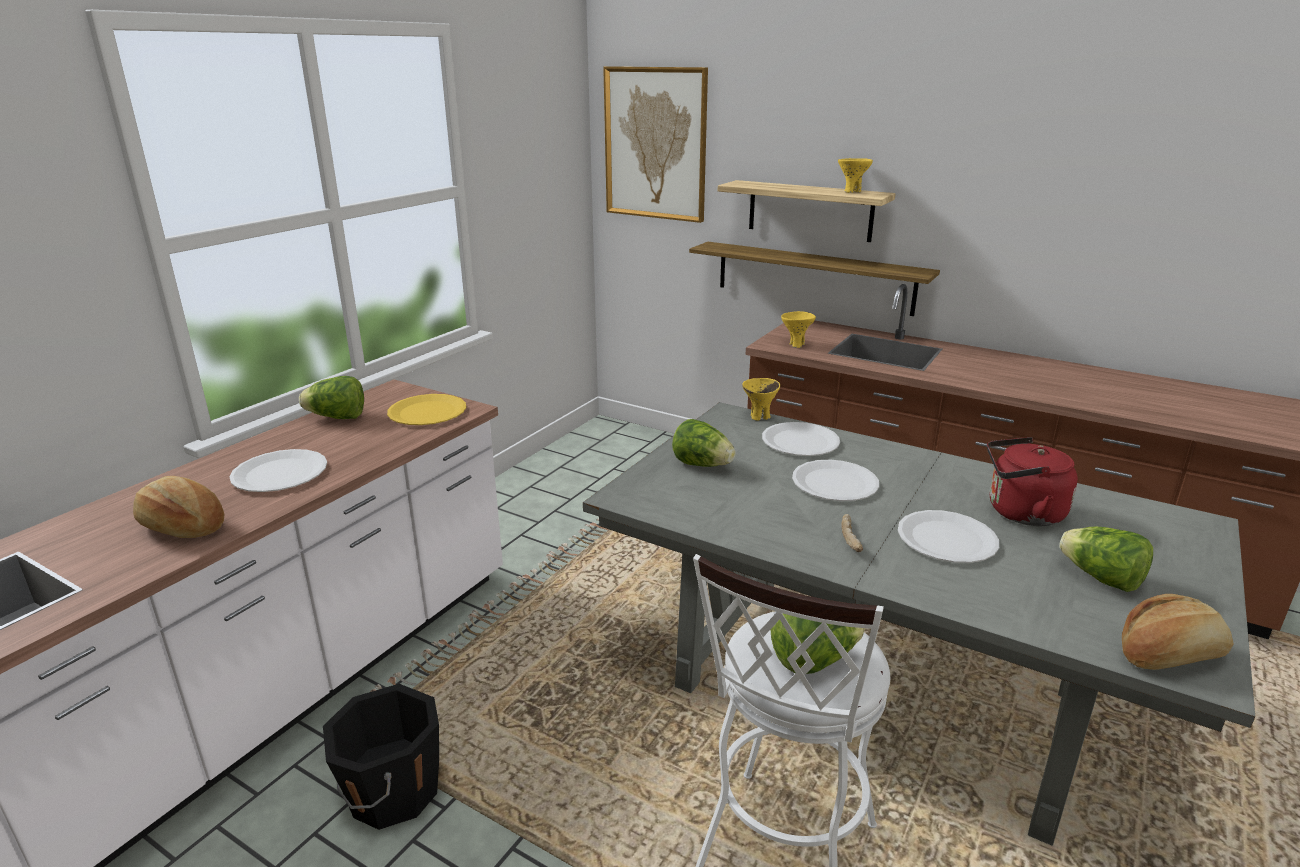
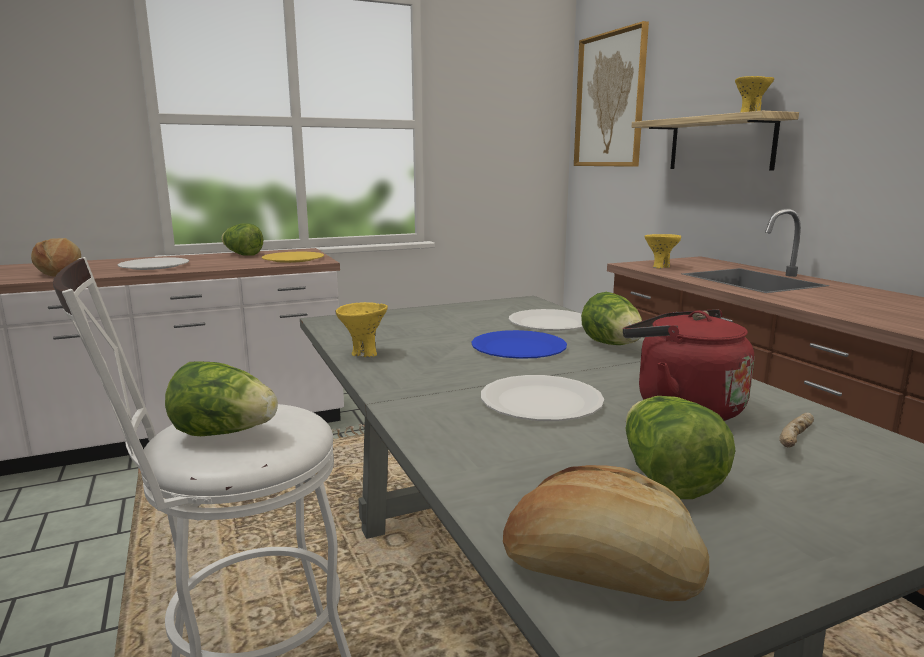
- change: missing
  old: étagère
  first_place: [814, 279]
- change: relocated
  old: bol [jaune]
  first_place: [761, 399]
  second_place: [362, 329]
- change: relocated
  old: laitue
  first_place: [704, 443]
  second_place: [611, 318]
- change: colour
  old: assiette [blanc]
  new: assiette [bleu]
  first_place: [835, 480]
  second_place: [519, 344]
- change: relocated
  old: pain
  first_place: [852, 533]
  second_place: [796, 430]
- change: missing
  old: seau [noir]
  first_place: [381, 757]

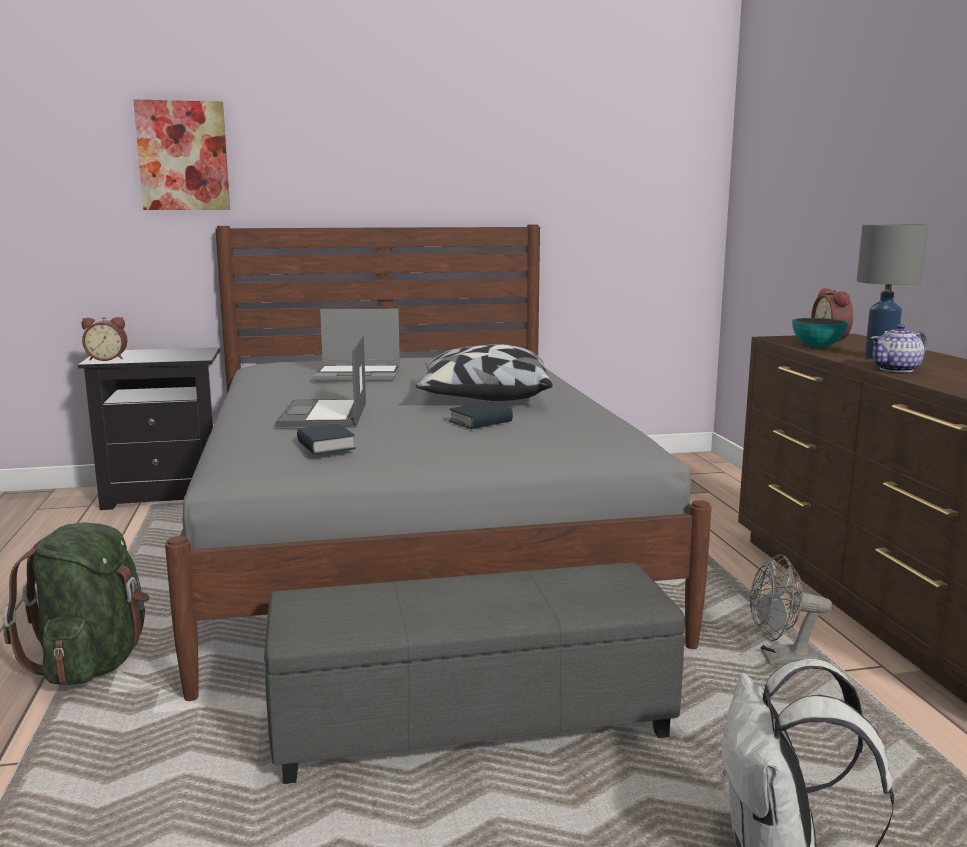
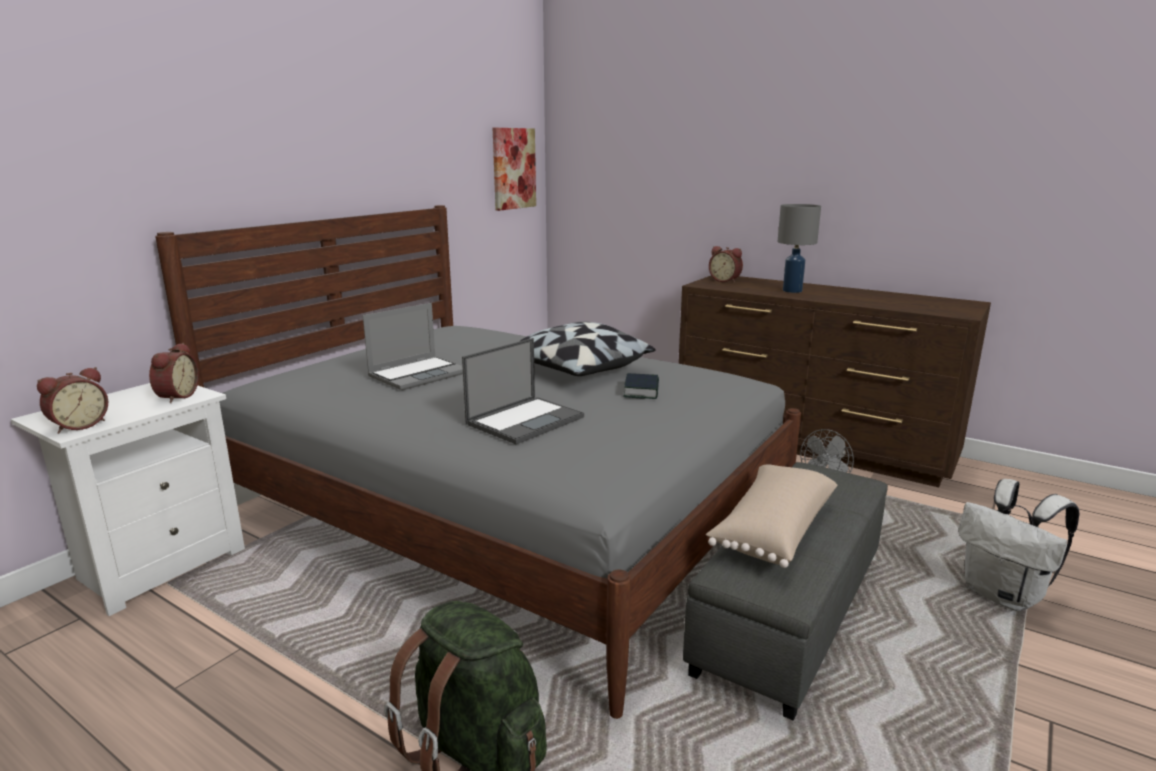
- change: relocated
  old: tableau
  first_place: [181, 154]
  second_place: [514, 169]
- change: missing
  old: bol
  first_place: [820, 332]
- change: missing
  old: théière
  first_place: [899, 348]
- change: spun
  old: ordinateur portable
  first_place: [320, 381]
  second_place: [523, 391]
  degrees: -90
- change: colour
  old: table de chevet [noir]
  new: table de chevet [blanc]
  first_place: [149, 428]
  second_place: [128, 499]
- change: missing
  old: livre
  first_place: [326, 439]
- change: appeared
  new: réveil
  second_place: [174, 373]
- change: appeared
  new: coussin [beige]
  second_place: [771, 516]

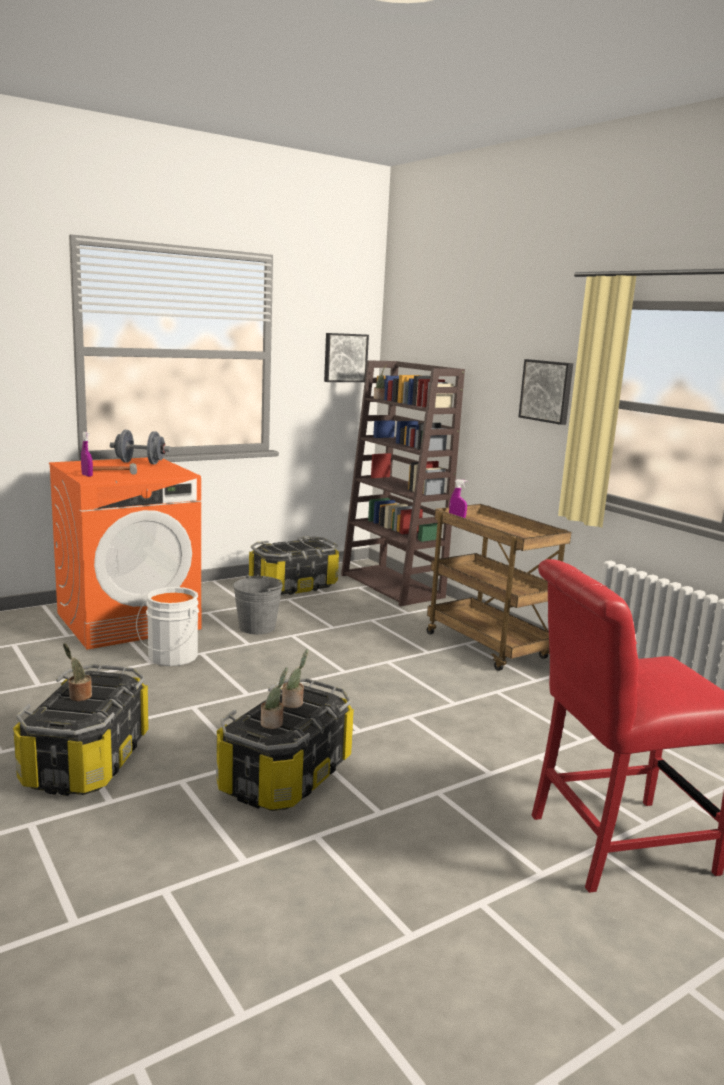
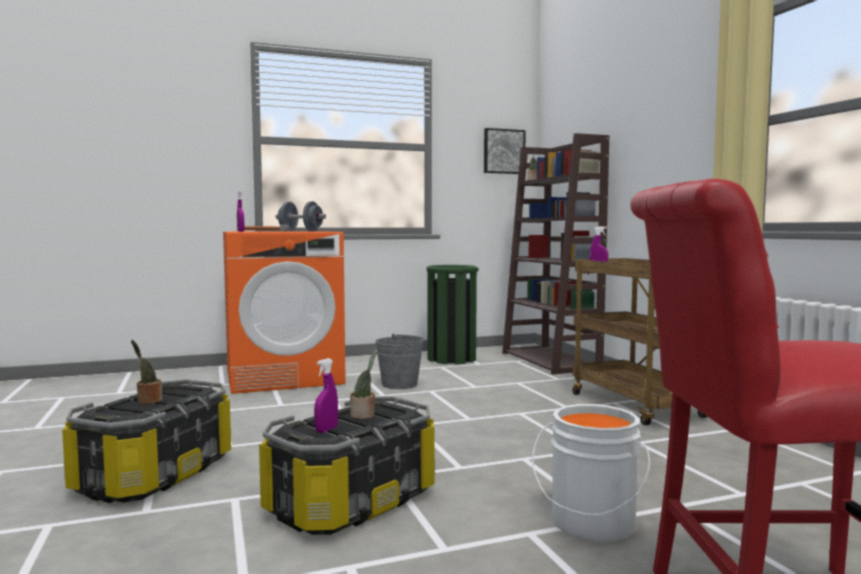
- change: missing
  old: tableau
  first_place: [546, 392]
- change: exchanged
  old: boîte de rangement
  new: poubelle [vert]
  first_place: [294, 565]
  second_place: [452, 314]
- change: relocated
  old: seau [blanc]
  first_place: [167, 626]
  second_place: [591, 473]
- change: exchanged
  old: plante en pot
  new: vaporisateur [violet]
  first_place: [274, 698]
  second_place: [326, 395]

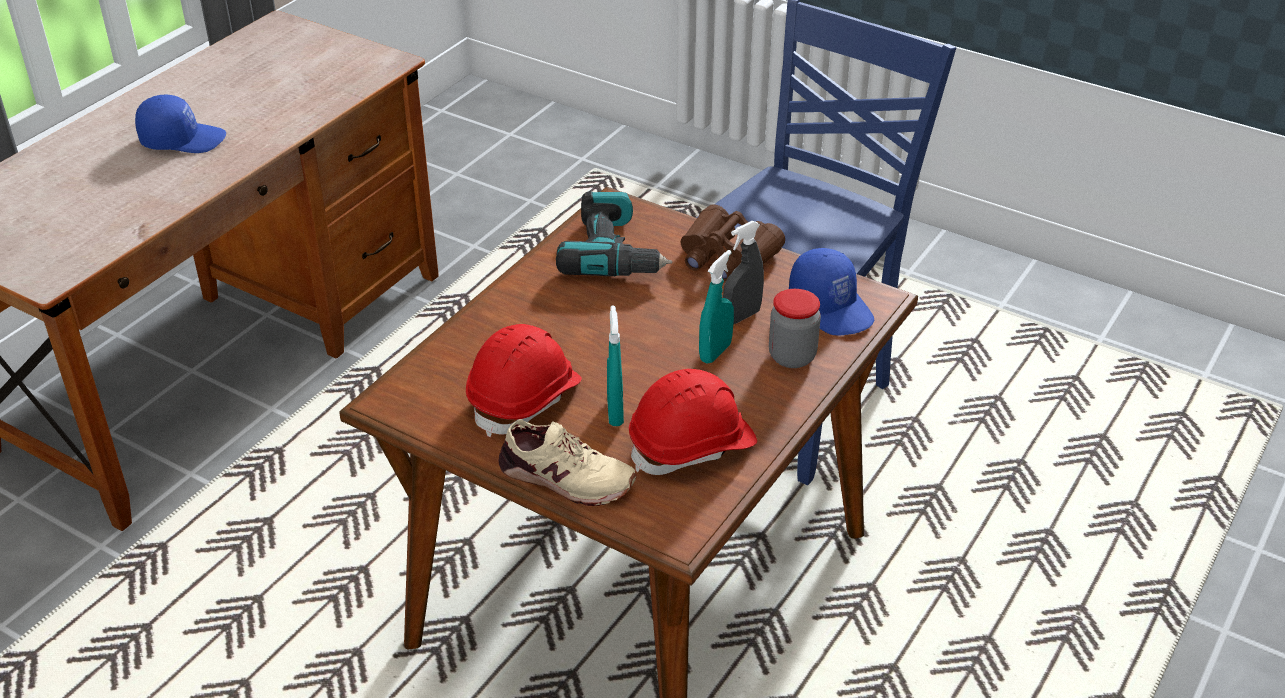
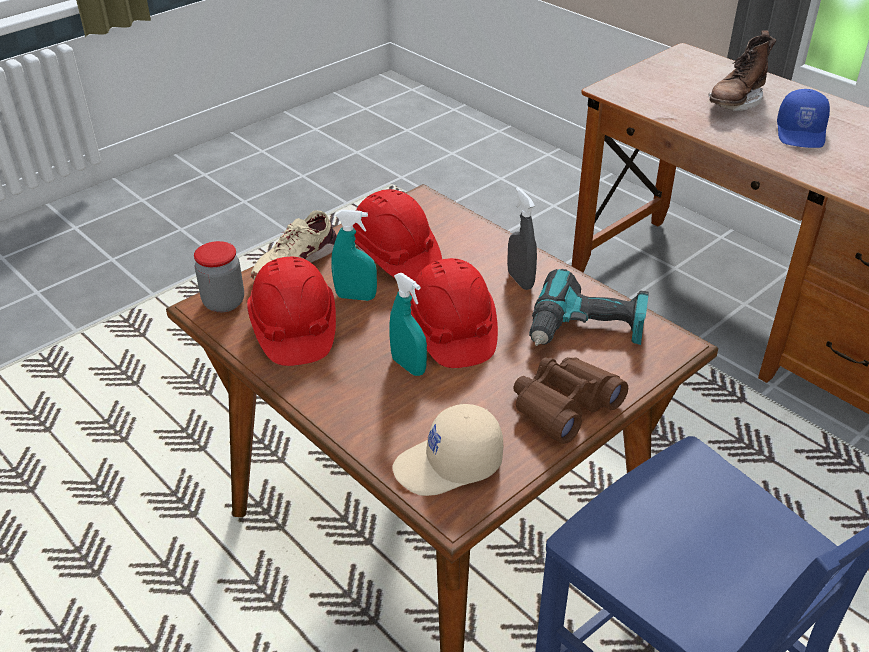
- change: relocated
  old: vaporisateur [gris]
  first_place: [743, 272]
  second_place: [522, 238]
- change: colour
  old: casquette [bleu]
  new: casquette [beige]
  first_place: [831, 292]
  second_place: [448, 450]
- change: relocated
  old: bocal
  first_place: [795, 328]
  second_place: [219, 277]
- change: appeared
  new: botte [marron]
  second_place: [742, 70]
- change: appeared
  new: casque de chantier [rouge]
  second_place: [454, 313]

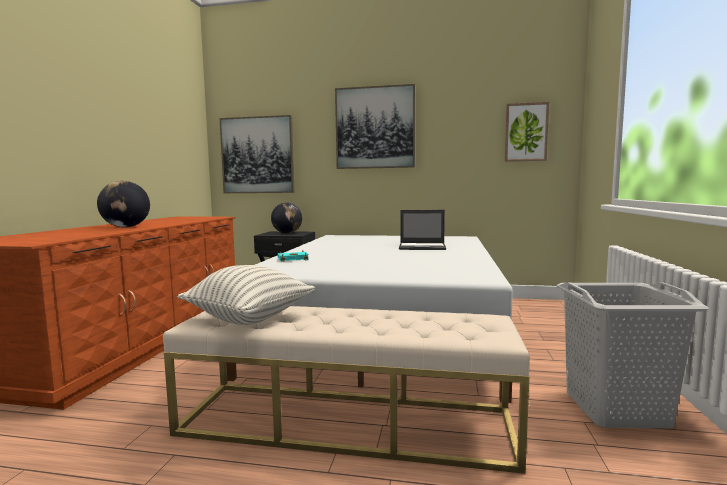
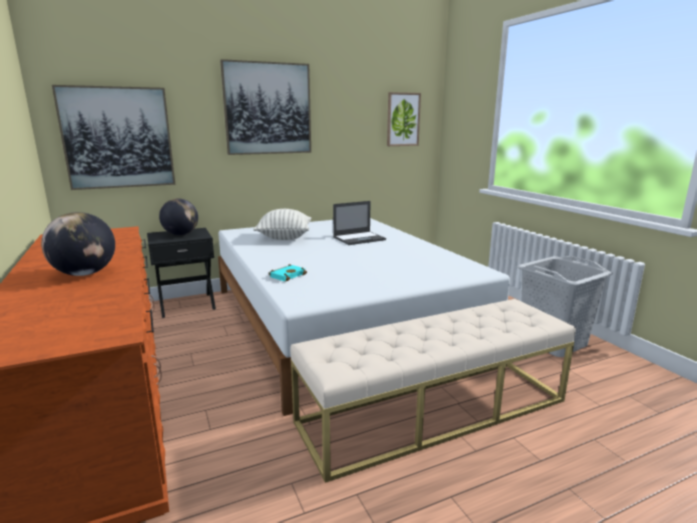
- change: relocated
  old: coussin
  first_place: [246, 295]
  second_place: [282, 224]

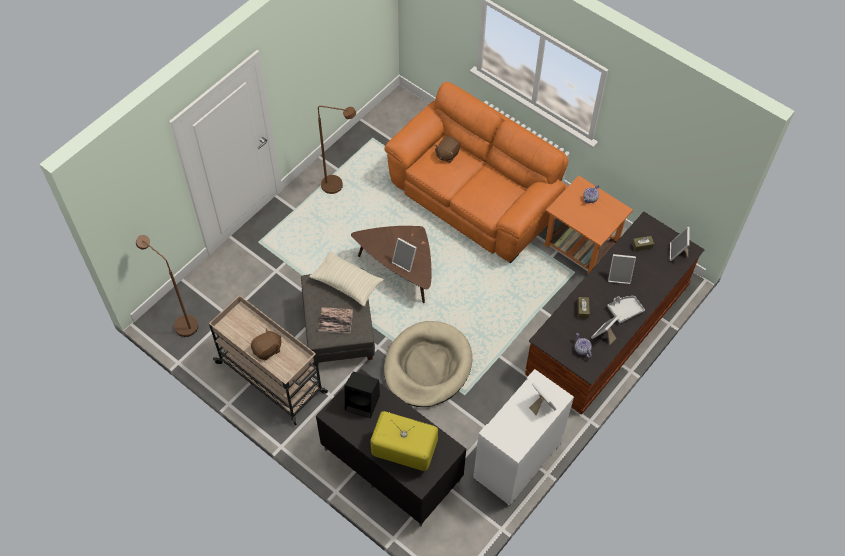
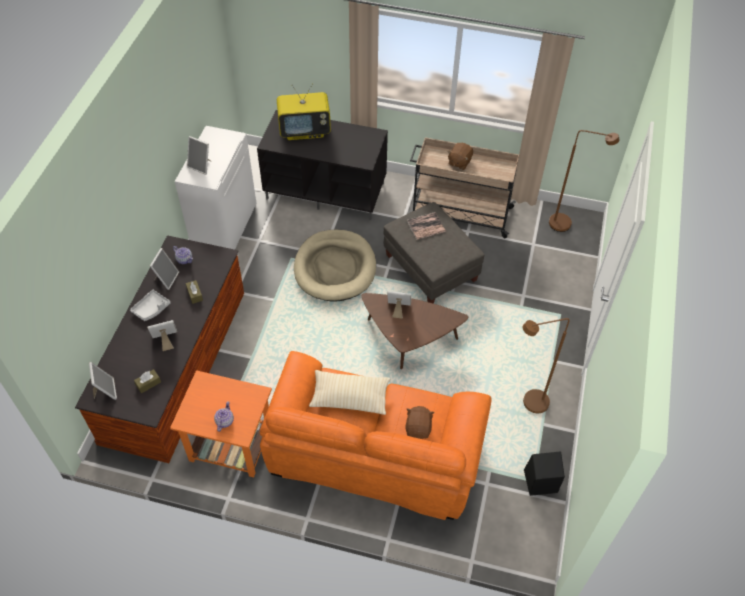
- change: relocated
  old: coussin [beige]
  first_place: [346, 279]
  second_place: [350, 392]
- change: relocated
  old: enceinte [noir]
  first_place: [362, 395]
  second_place: [544, 474]

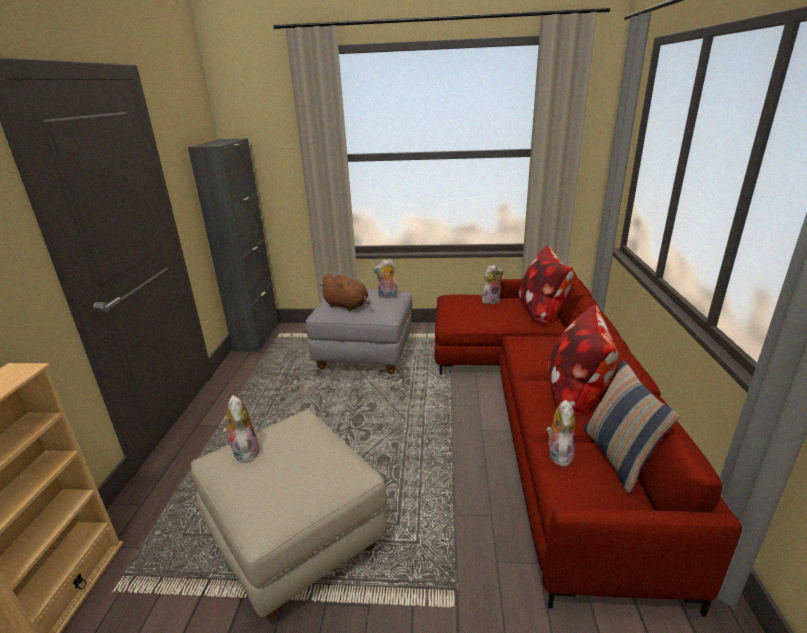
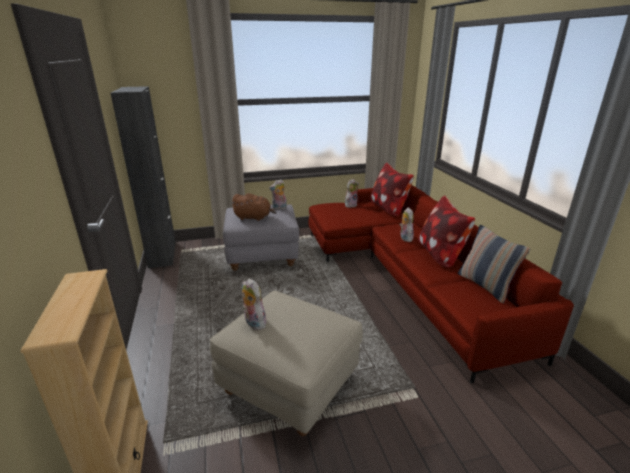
- change: relocated
  old: peluche
  first_place: [560, 433]
  second_place: [406, 224]

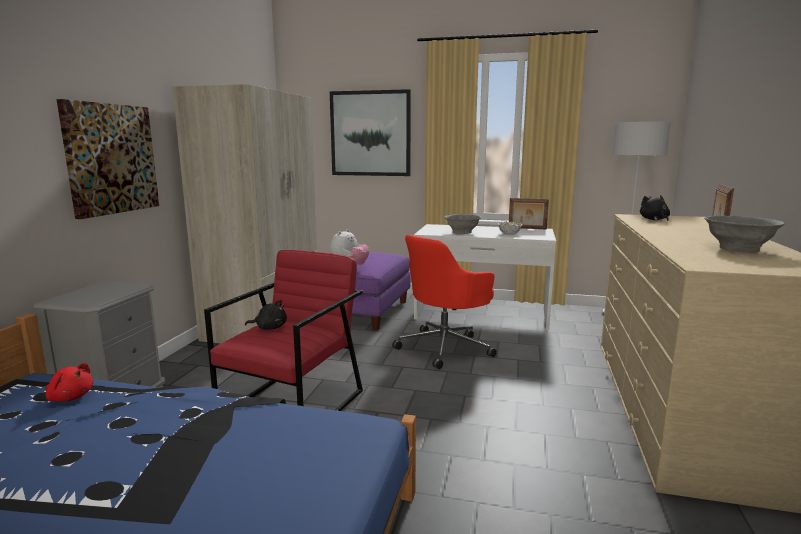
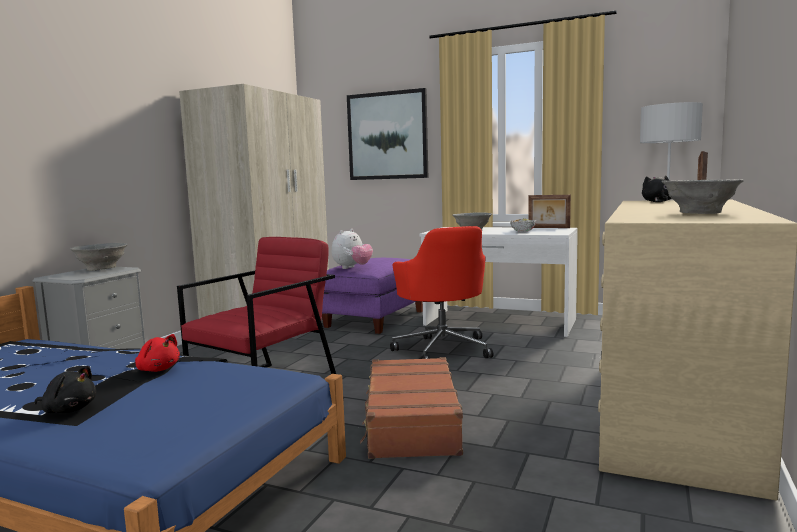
- change: missing
  old: tableau
  first_place: [108, 159]
- change: spun
  old: chaise de bureau [rouge]
  first_place: [444, 302]
  second_place: [441, 292]
  degrees: -75
- change: relocated
  old: peluche [noir]
  first_place: [266, 315]
  second_place: [65, 389]
- change: relocated
  old: peluche [rouge]
  first_place: [69, 382]
  second_place: [157, 353]
- change: appeared
  new: bol [gris]
  second_place: [98, 257]
- change: appeared
  new: valise [marron]
  second_place: [411, 408]

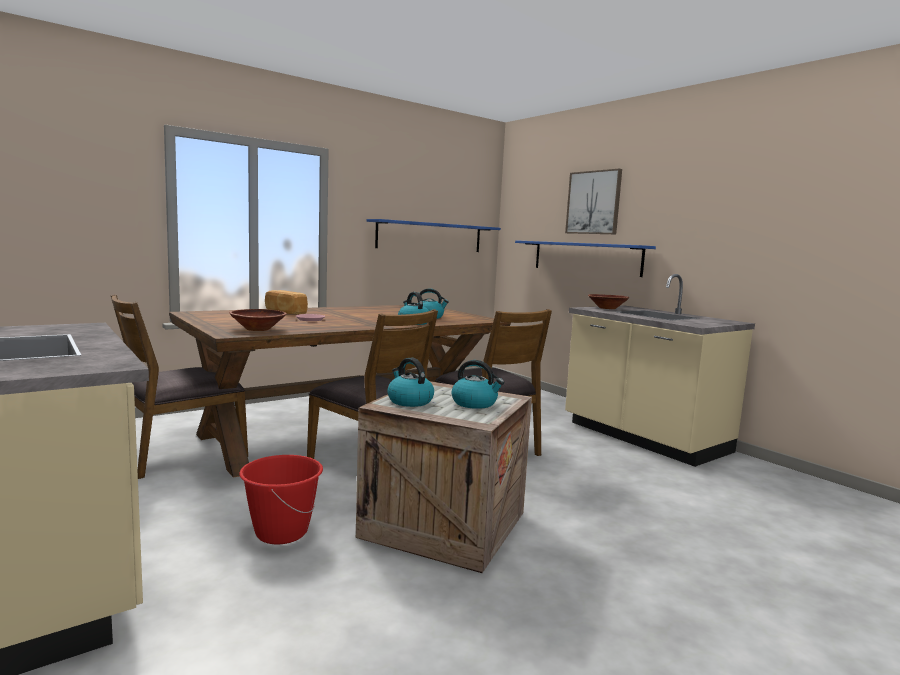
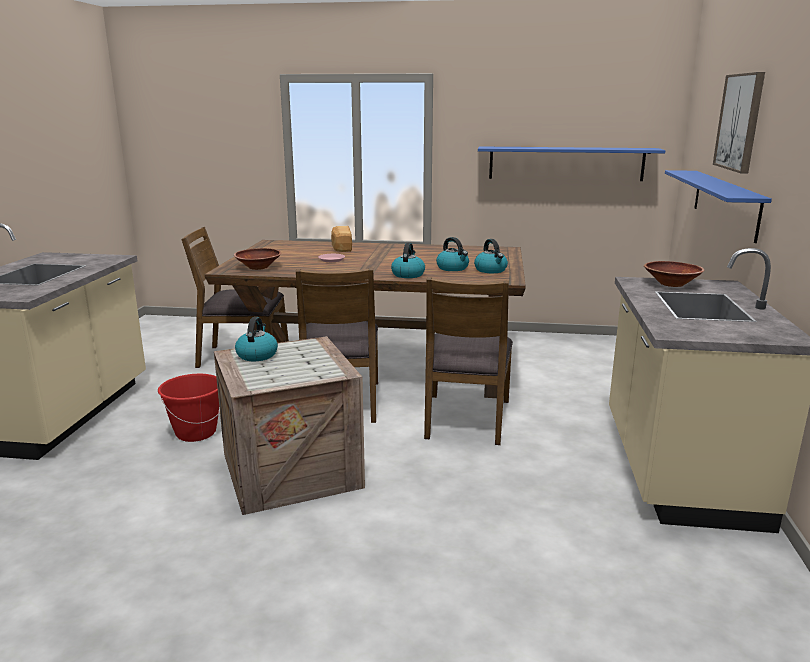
- change: relocated
  old: bouilloire
  first_place: [478, 384]
  second_place: [491, 256]

